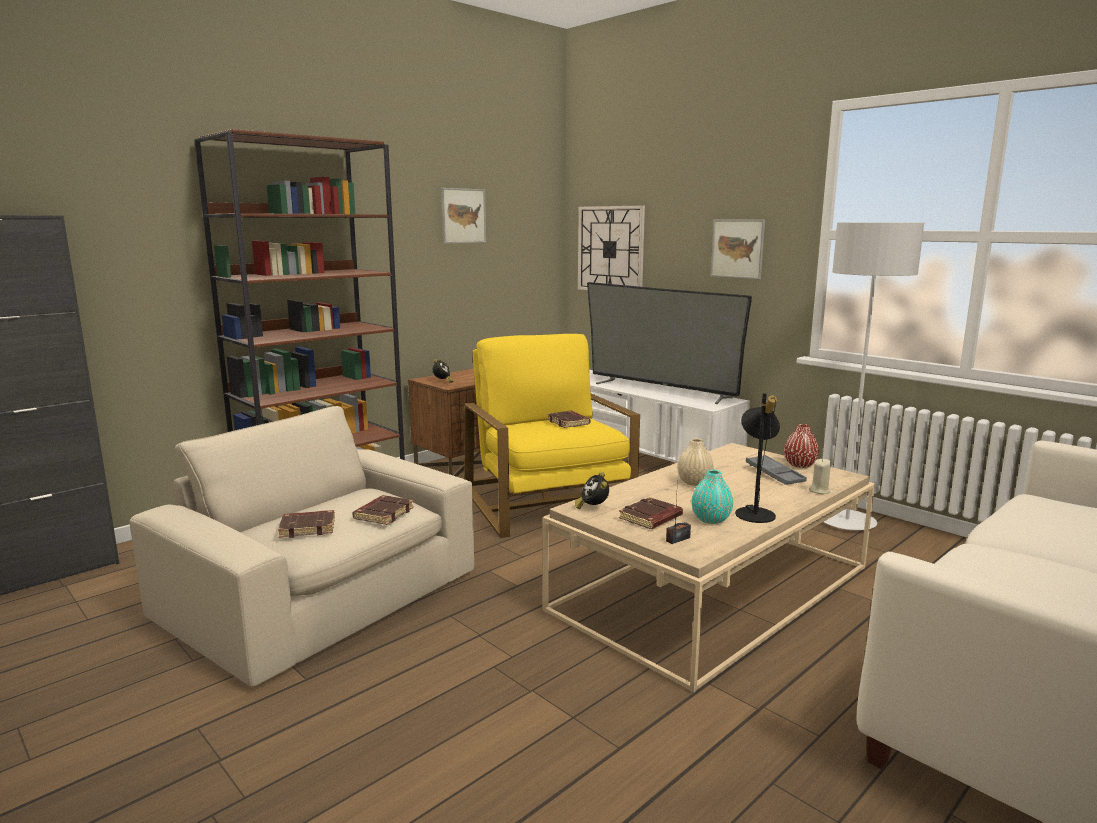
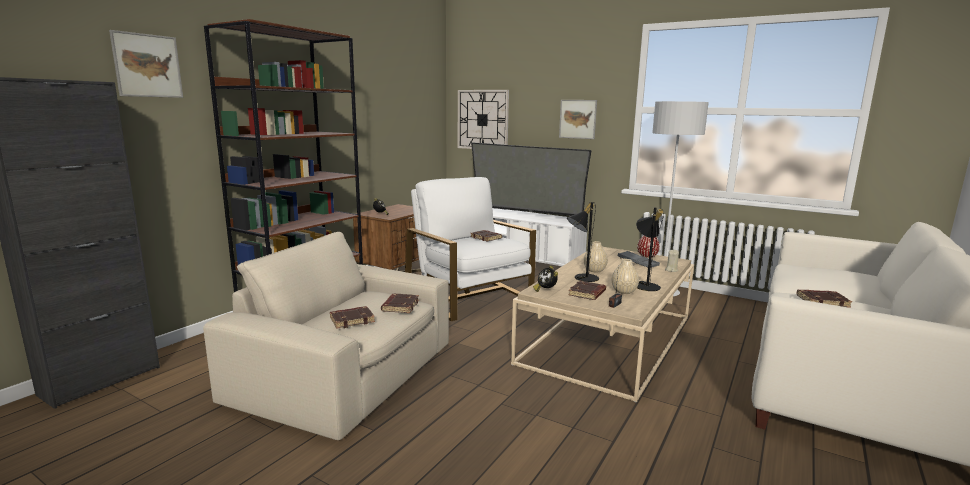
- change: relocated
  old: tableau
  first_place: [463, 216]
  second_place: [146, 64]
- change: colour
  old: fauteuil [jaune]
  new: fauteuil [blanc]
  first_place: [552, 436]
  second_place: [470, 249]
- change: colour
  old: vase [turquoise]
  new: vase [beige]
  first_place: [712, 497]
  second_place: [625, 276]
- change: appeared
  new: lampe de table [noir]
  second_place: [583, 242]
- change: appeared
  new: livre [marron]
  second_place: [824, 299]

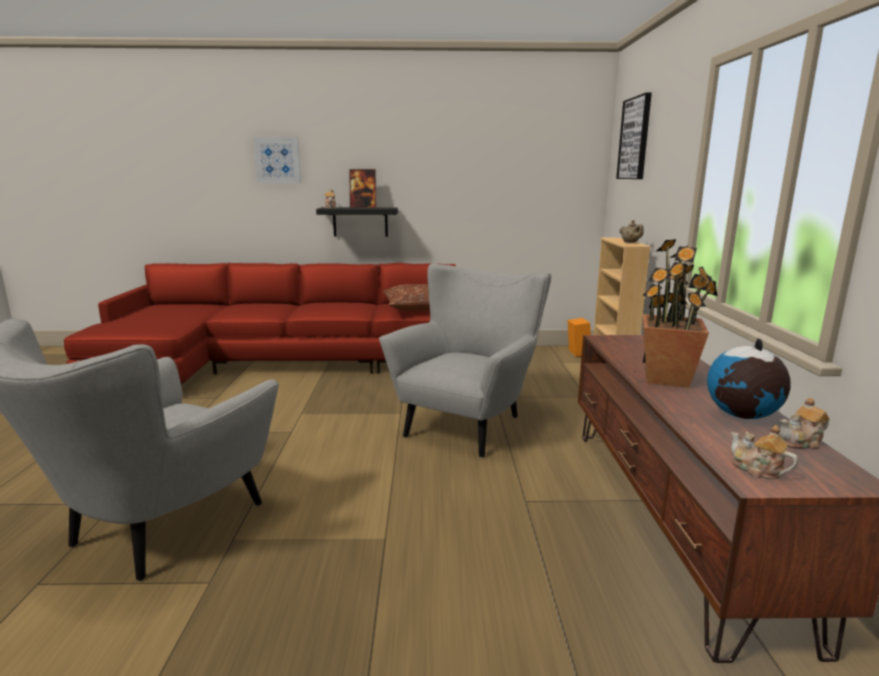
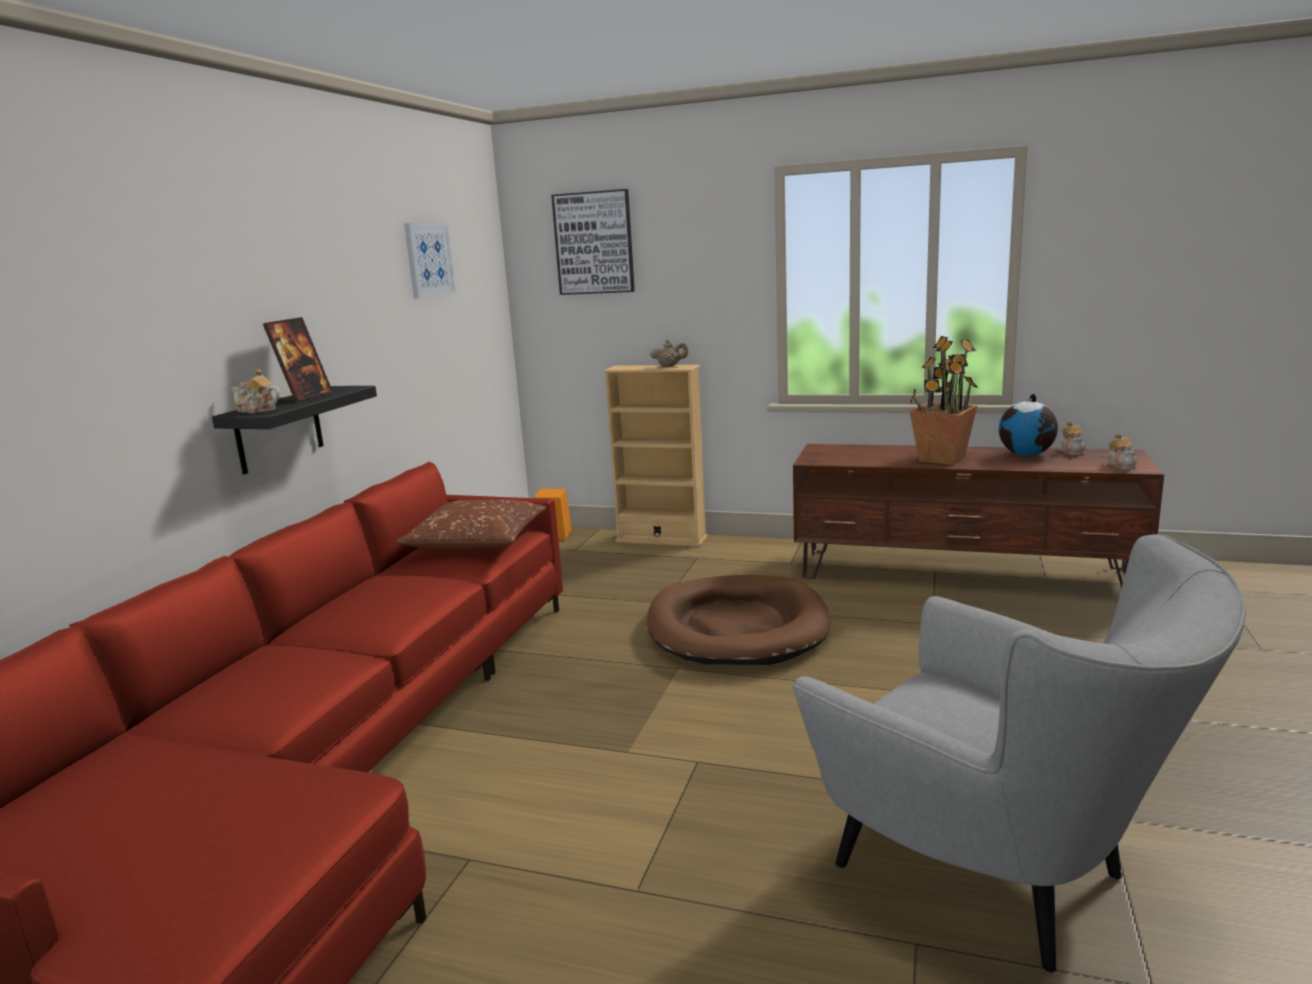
- change: relocated
  old: tableau
  first_place: [277, 160]
  second_place: [430, 261]
- change: exchanged
  old: fauteuil [gris]
  new: panier pour chien [marron]
  first_place: [465, 360]
  second_place: [739, 620]
- change: spun
  old: théière
  first_place: [764, 452]
  second_place: [1122, 451]
  degrees: -75

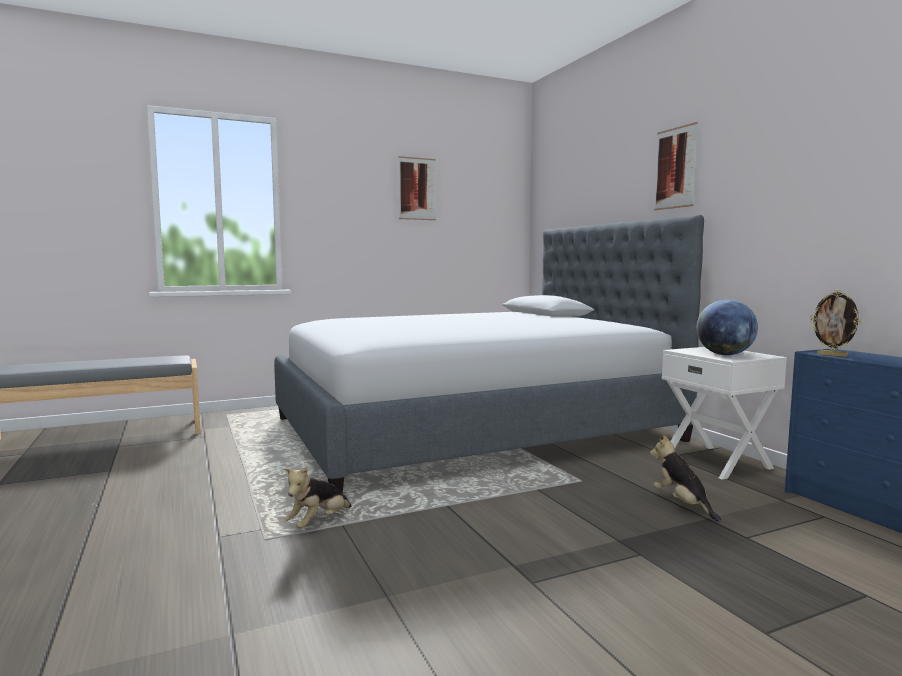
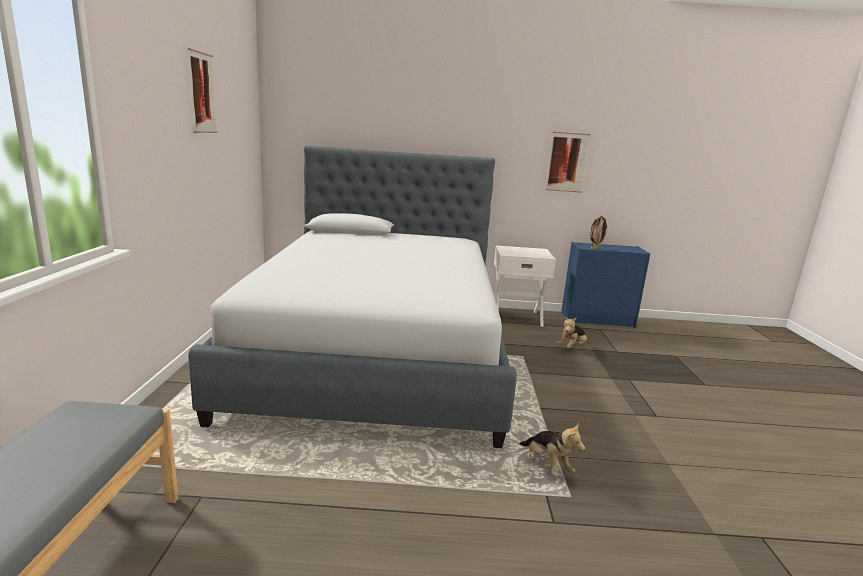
- change: relocated
  old: tableau
  first_place: [676, 166]
  second_place: [568, 162]
- change: missing
  old: globe
  first_place: [727, 327]
- change: spun
  old: peluche
  first_place: [685, 478]
  second_place: [572, 333]
  degrees: -45

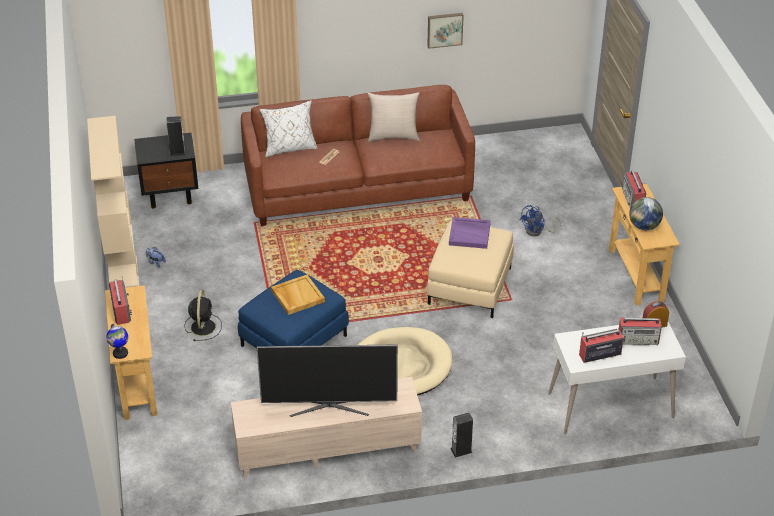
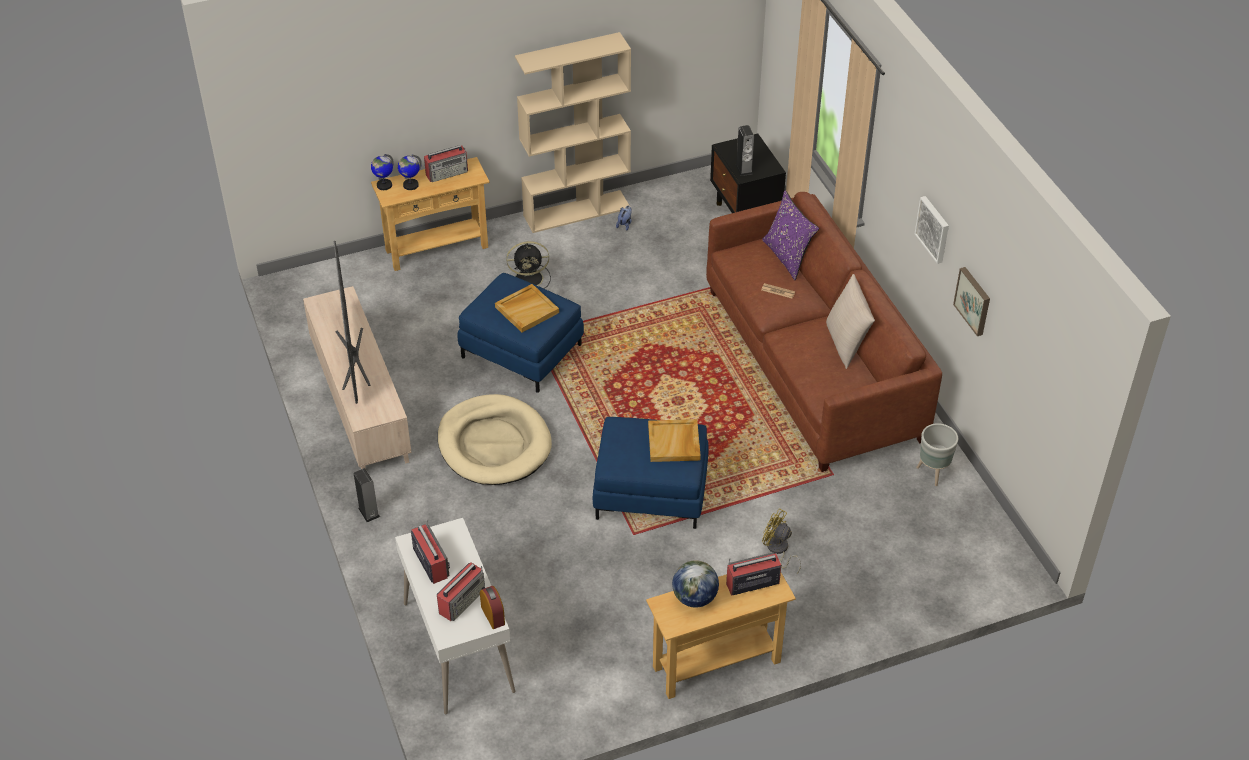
- change: colour
  old: coussin [blanc]
  new: coussin [violet]
  first_place: [289, 128]
  second_place: [790, 235]
- change: colour
  old: ventilateur [bleu]
  new: ventilateur [jaune]
  first_place: [540, 220]
  second_place: [781, 540]
- change: colour
  old: plateau [violet]
  new: plateau [beige]
  first_place: [470, 233]
  second_place: [674, 440]
- change: colour
  old: pouf [beige]
  new: pouf [bleu]
  first_place: [470, 269]
  second_place: [651, 473]
- change: spun
  old: radio
  first_place: [640, 331]
  second_place: [461, 591]
  degrees: -135
- change: appeared
  new: globe
  second_place: [410, 172]
- change: appeared
  new: tableau
  second_place: [932, 230]
- change: appeared
  new: cache-pot [gris]
  second_place: [937, 454]

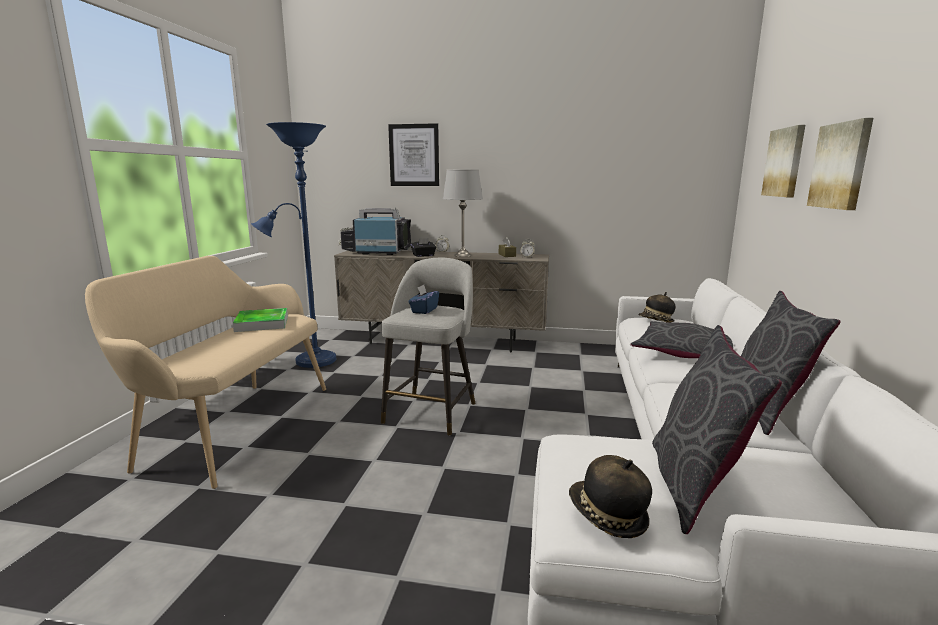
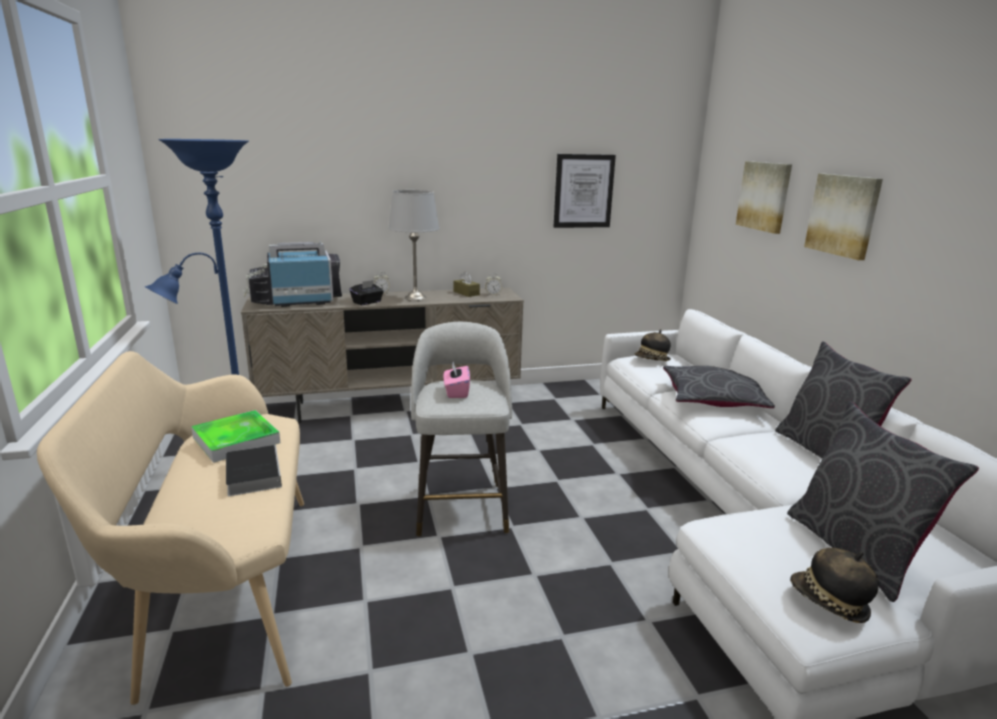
- change: relocated
  old: tableau
  first_place: [413, 154]
  second_place: [584, 191]
- change: colour
  old: boîte à mouchoirs [bleu]
  new: boîte à mouchoirs [rose]
  first_place: [424, 299]
  second_place: [457, 380]
- change: appeared
  new: livre
  second_place: [254, 470]

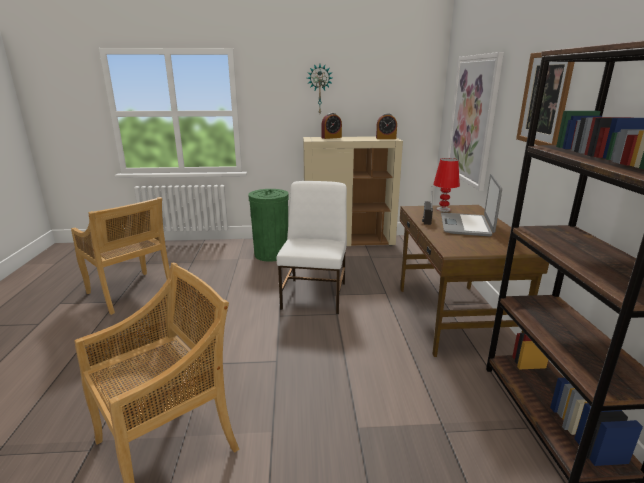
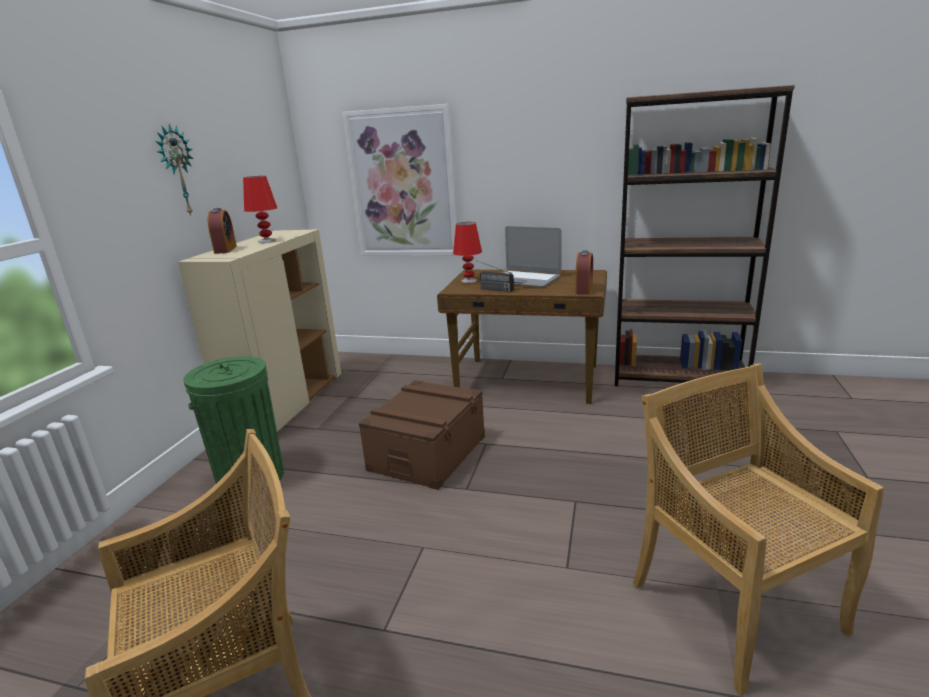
- change: missing
  old: tableau
  first_place: [545, 98]
- change: relocated
  old: réveil
  first_place: [386, 126]
  second_place: [584, 273]
- change: exchanged
  old: chaise [blanc]
  new: boîte de rangement [marron]
  first_place: [312, 247]
  second_place: [422, 435]
- change: appeared
  new: lampe de table [rouge]
  second_place: [260, 209]

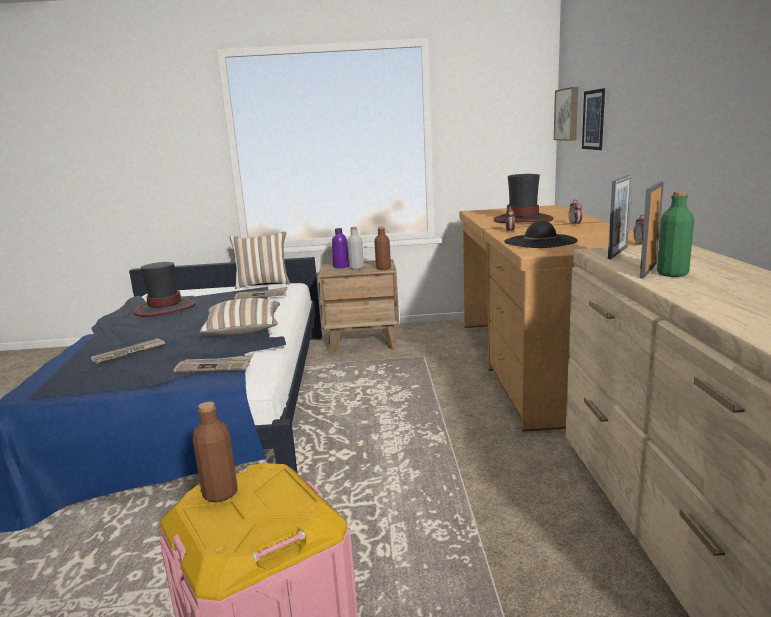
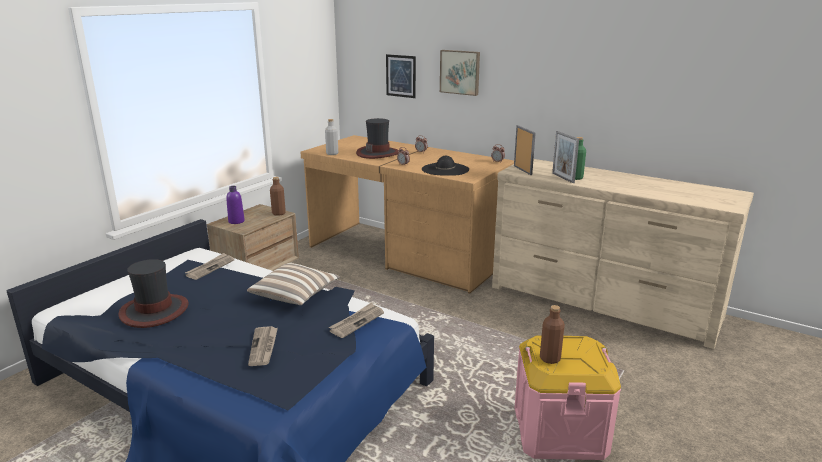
- change: relocated
  old: tableau
  first_place: [566, 114]
  second_place: [460, 73]
- change: relocated
  old: bouteille [gris]
  first_place: [355, 248]
  second_place: [331, 137]
- change: missing
  old: coussin
  first_place: [260, 260]

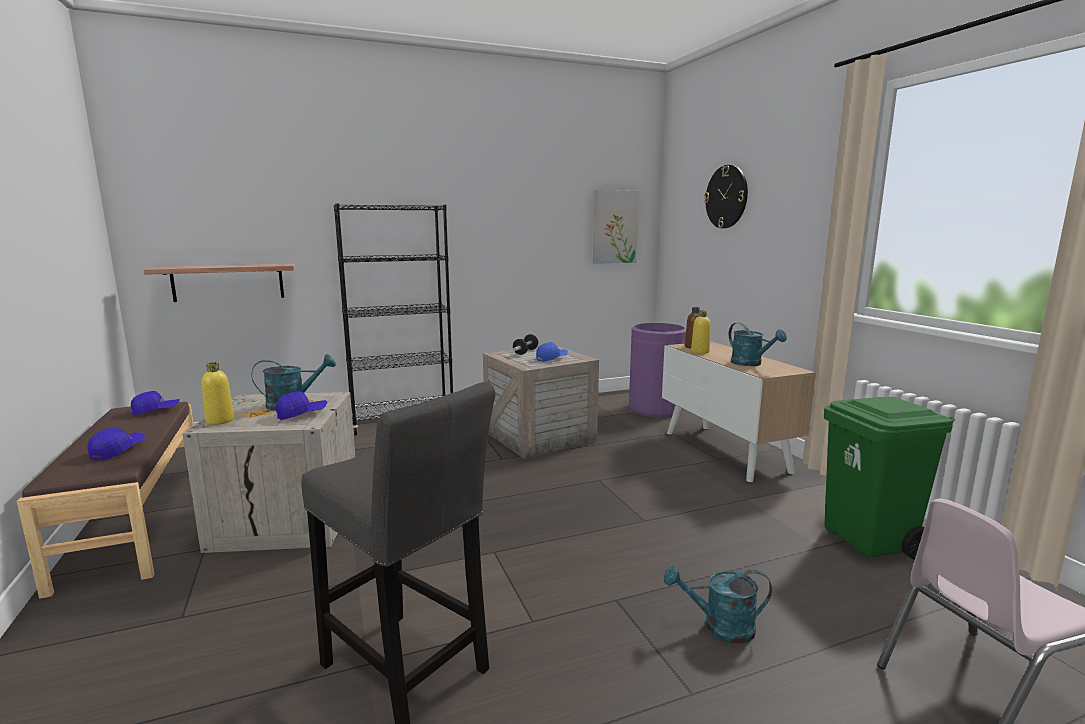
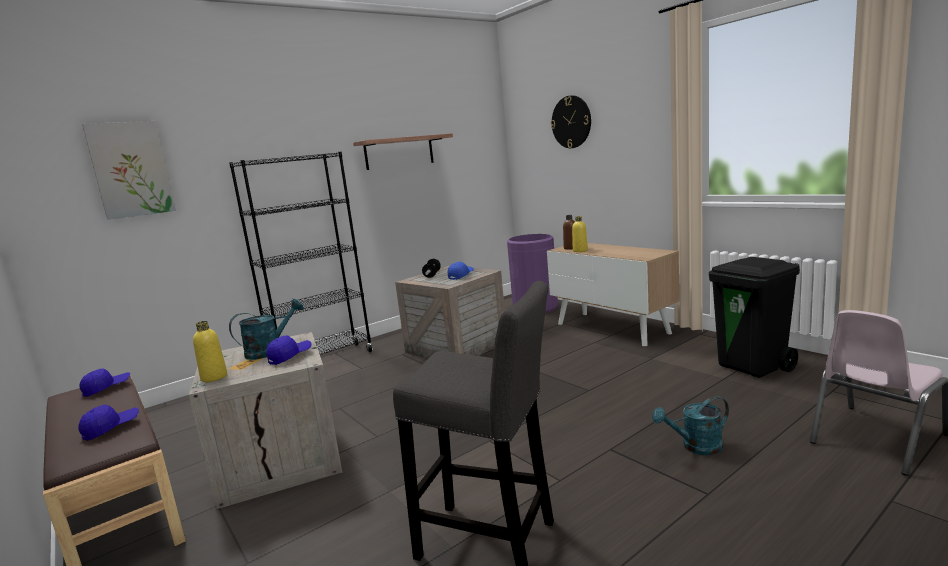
- change: relocated
  old: tableau
  first_place: [616, 227]
  second_place: [129, 170]
- change: relocated
  old: étagère
  first_place: [219, 283]
  second_place: [403, 151]
- change: missing
  old: arrosoir [turquoise]
  first_place: [758, 344]
- change: colour
  old: poubelle [vert]
  new: poubelle [noir]
  first_place: [889, 478]
  second_place: [754, 317]
- change: spun
  old: casquette [bleu]
  first_place: [116, 444]
  second_place: [108, 423]
  degrees: 45

